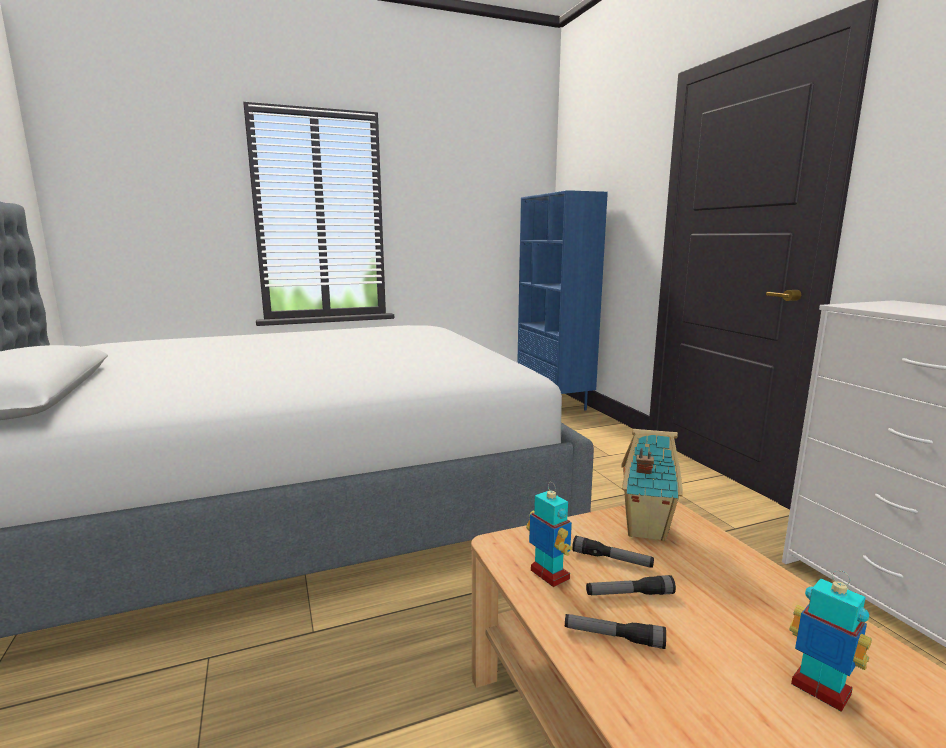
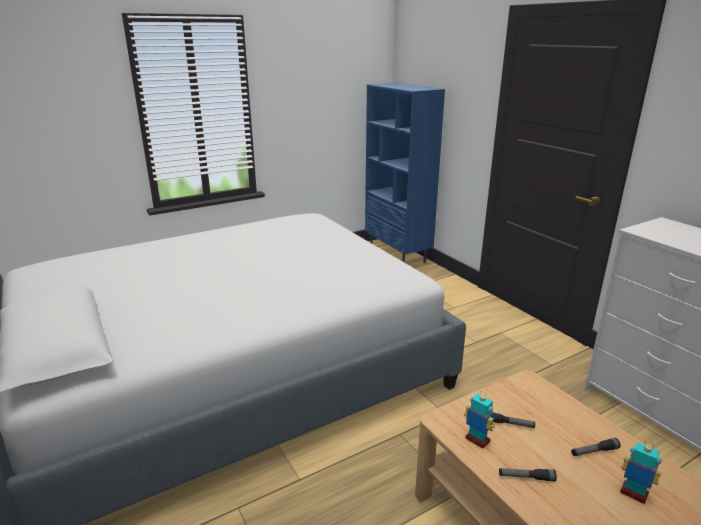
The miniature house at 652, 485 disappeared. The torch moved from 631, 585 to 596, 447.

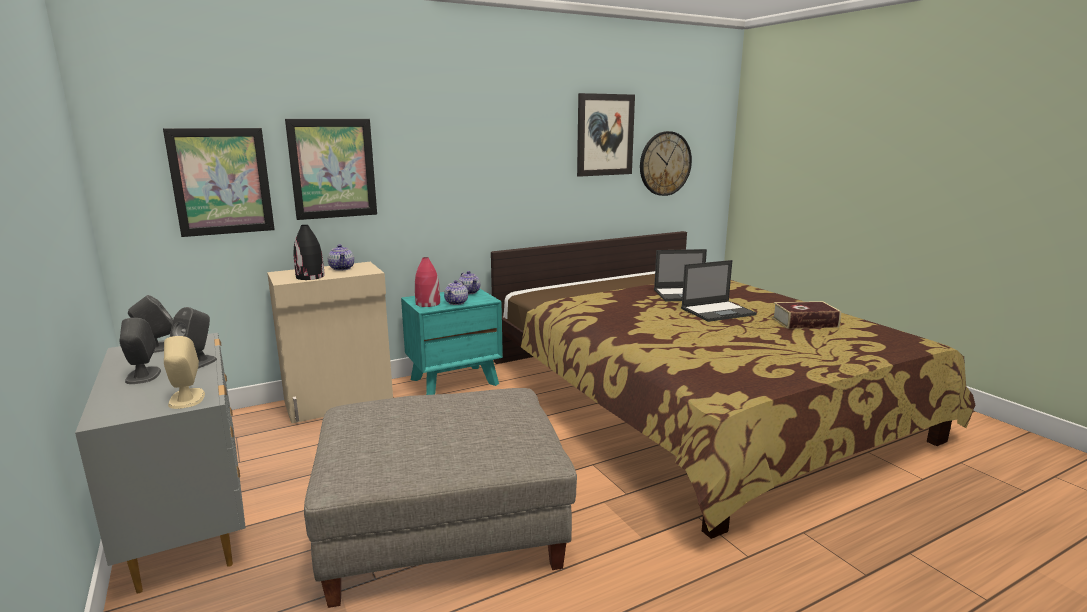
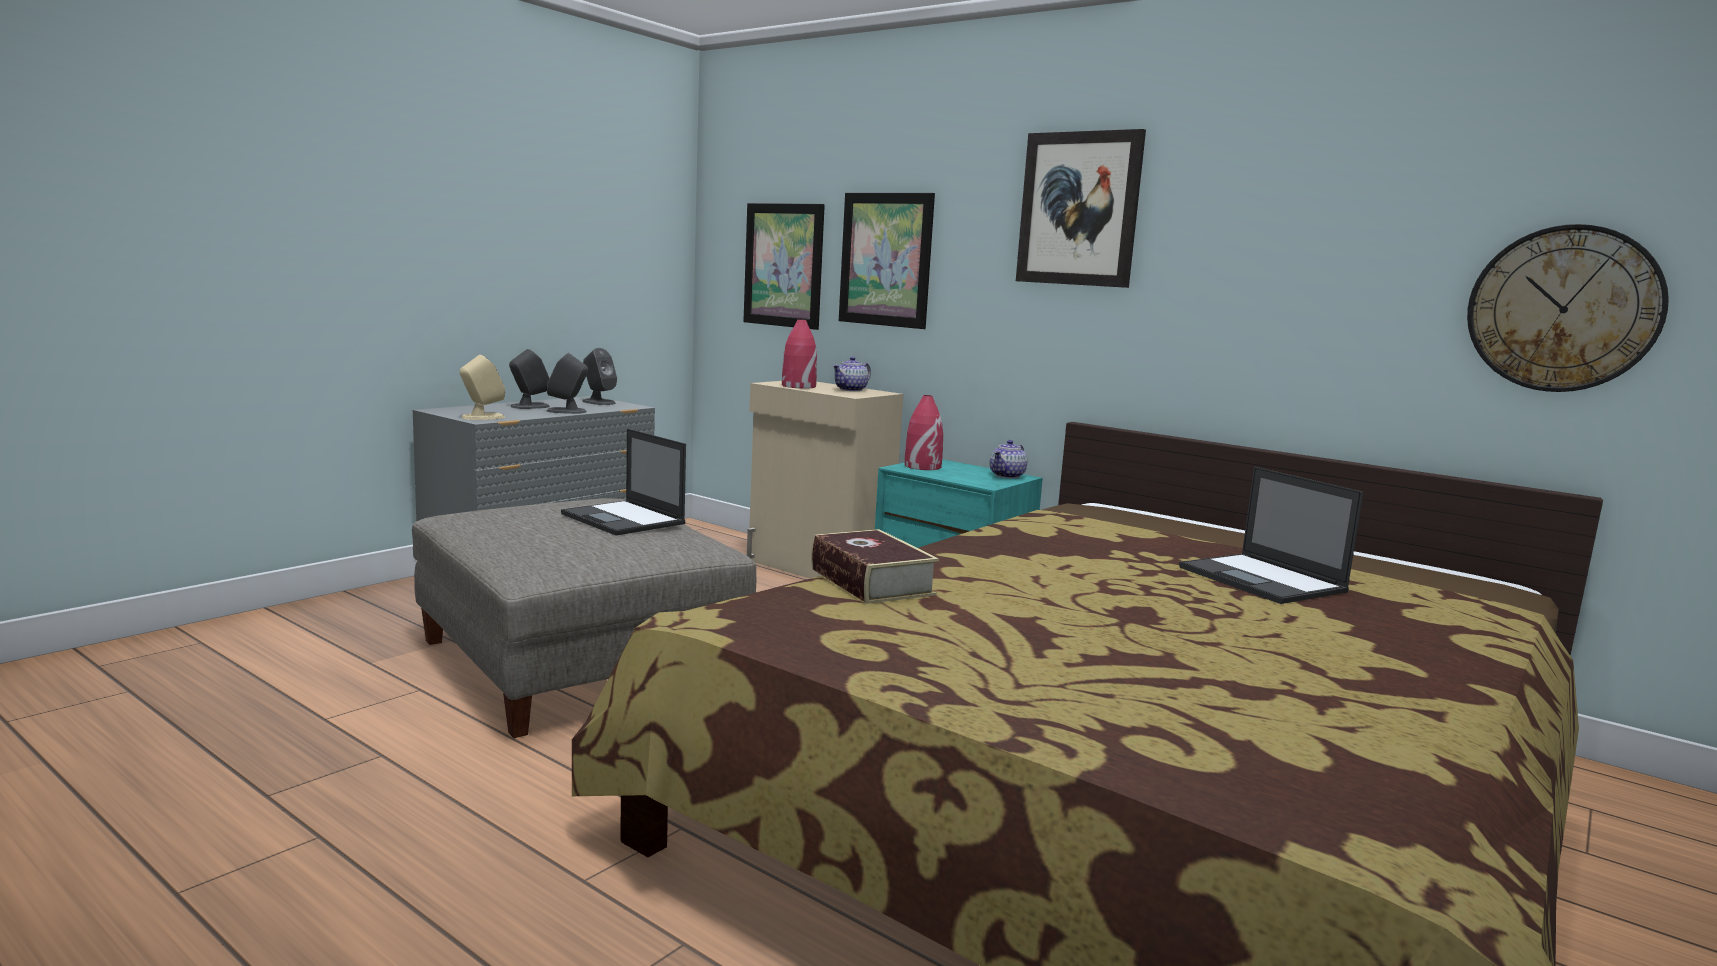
The teapot at 456, 292 disappeared. The wall picture moved from 606, 135 to 1081, 208. The notebook computer moved from 719, 291 to 623, 482. The volume moved from 806, 315 to 875, 566. The black flower vase at 309, 252 became the red-coloured flower vase at 799, 354.

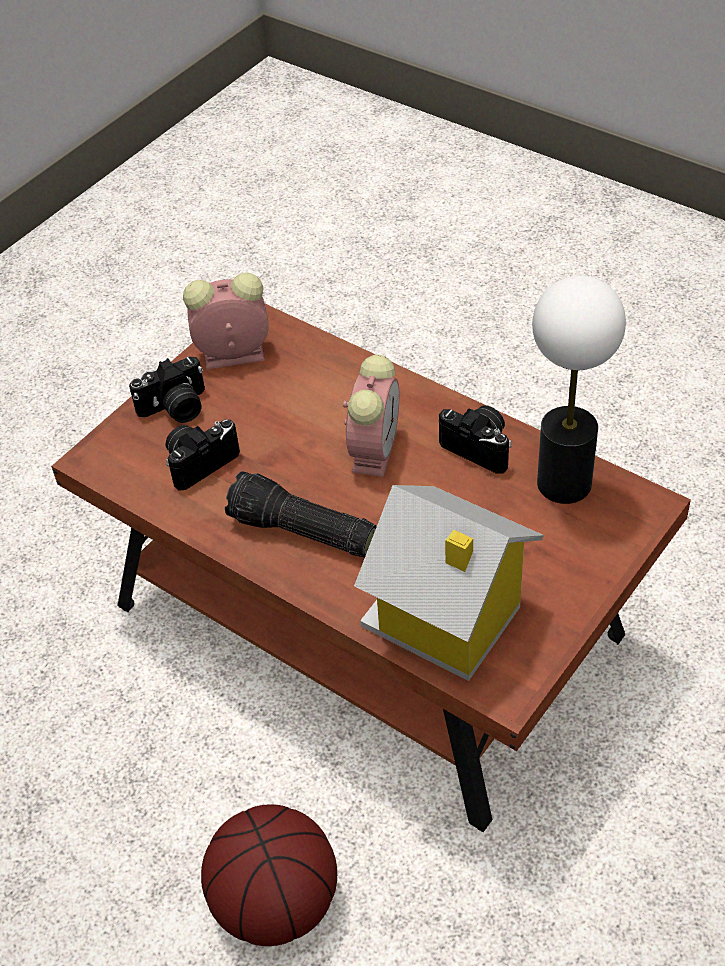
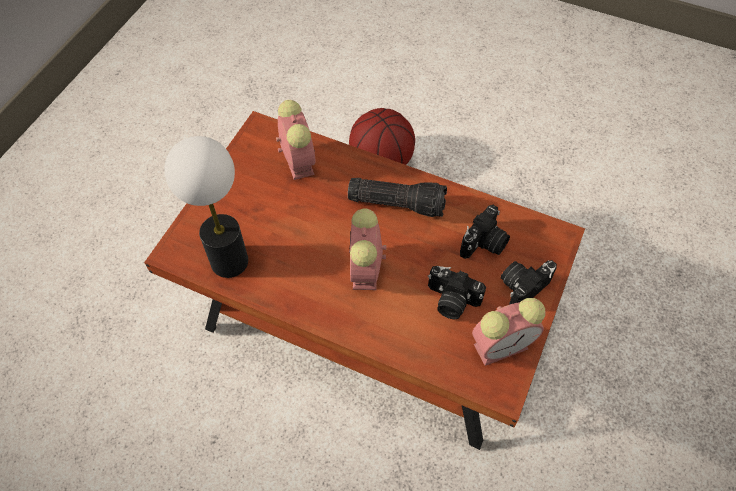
The still camera moved from 475, 439 to 457, 293. The miniature house at 449, 583 was replaced by the bedside clock at 296, 140.

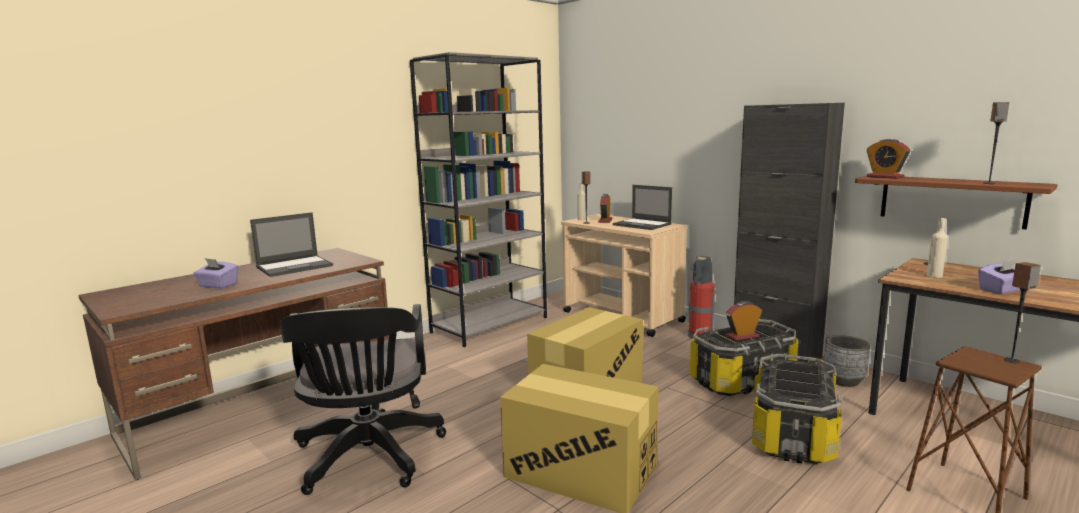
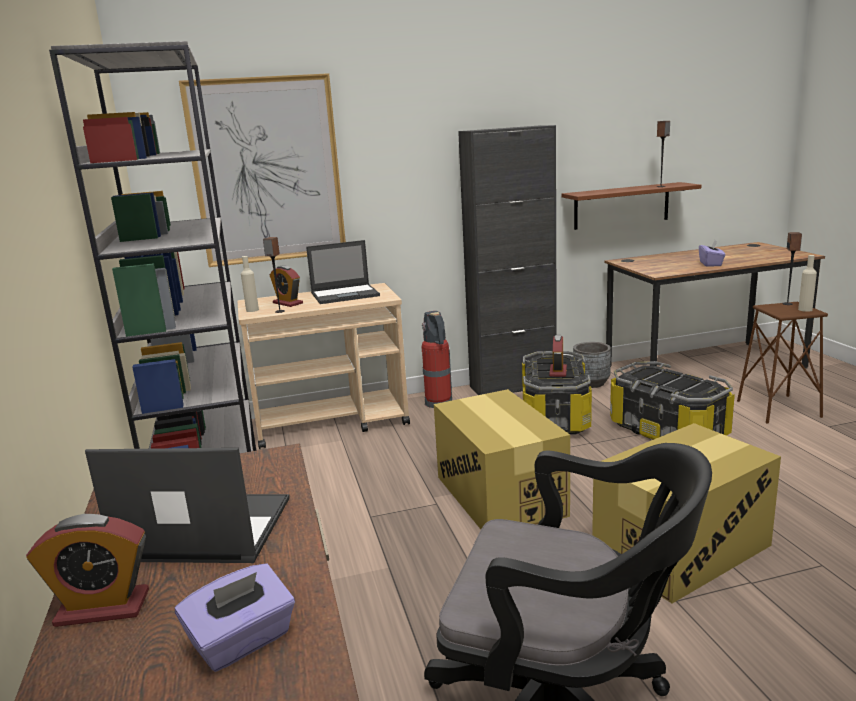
The wall picture at 262, 170 appeared. The bedside clock moved from 888, 159 to 87, 570. The beige-coloured beverage bottle moved from 937, 248 to 807, 283. The notebook computer at 291, 244 turned 75 degrees counterclockwise.

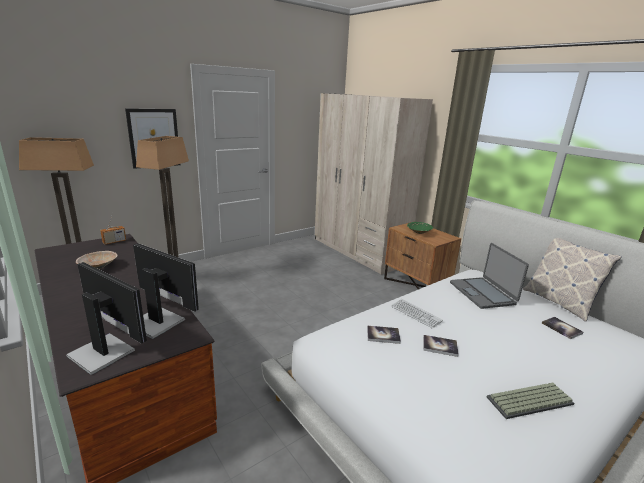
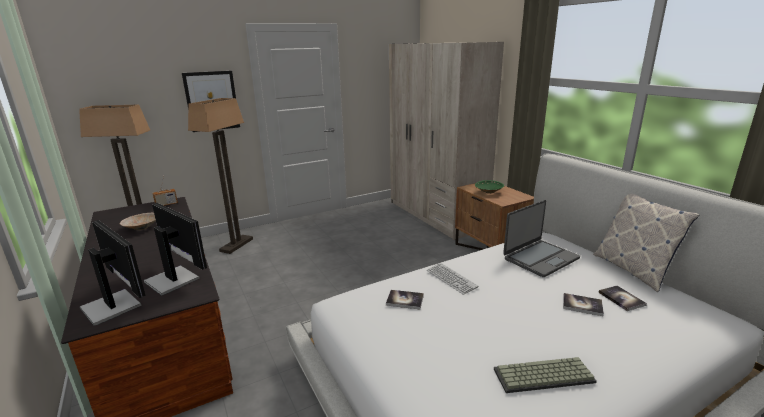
The volume moved from 441, 346 to 583, 304. The notebook computer at 489, 276 turned 120 degrees counterclockwise.

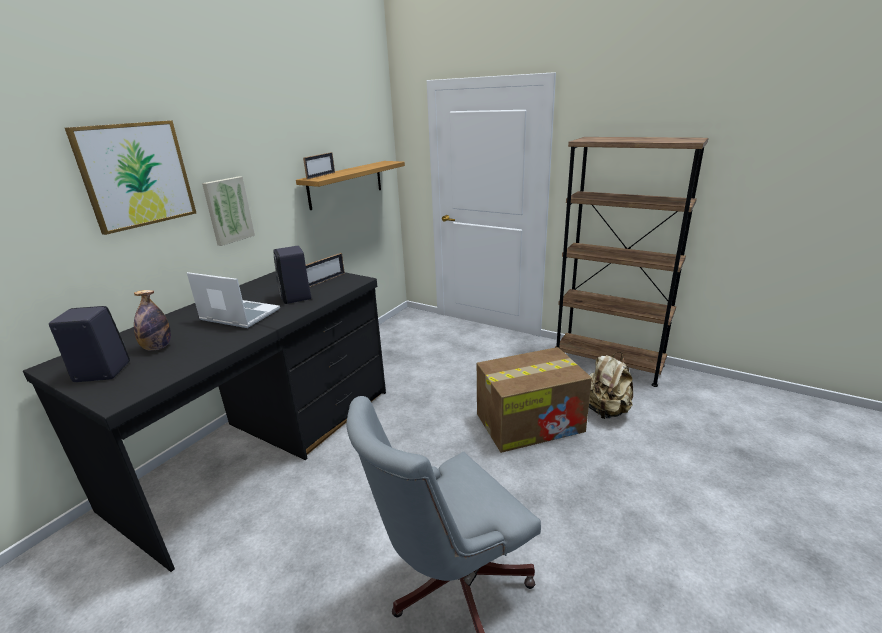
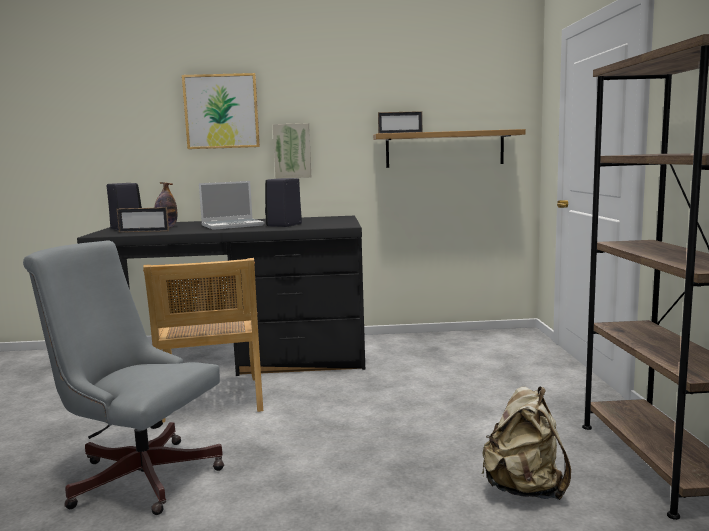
The cardboard box at 534, 400 disappeared. The beige-coloured chair at 203, 340 appeared. The picture frame moved from 325, 270 to 143, 219. The notebook computer at 233, 300 turned 75 degrees clockwise.

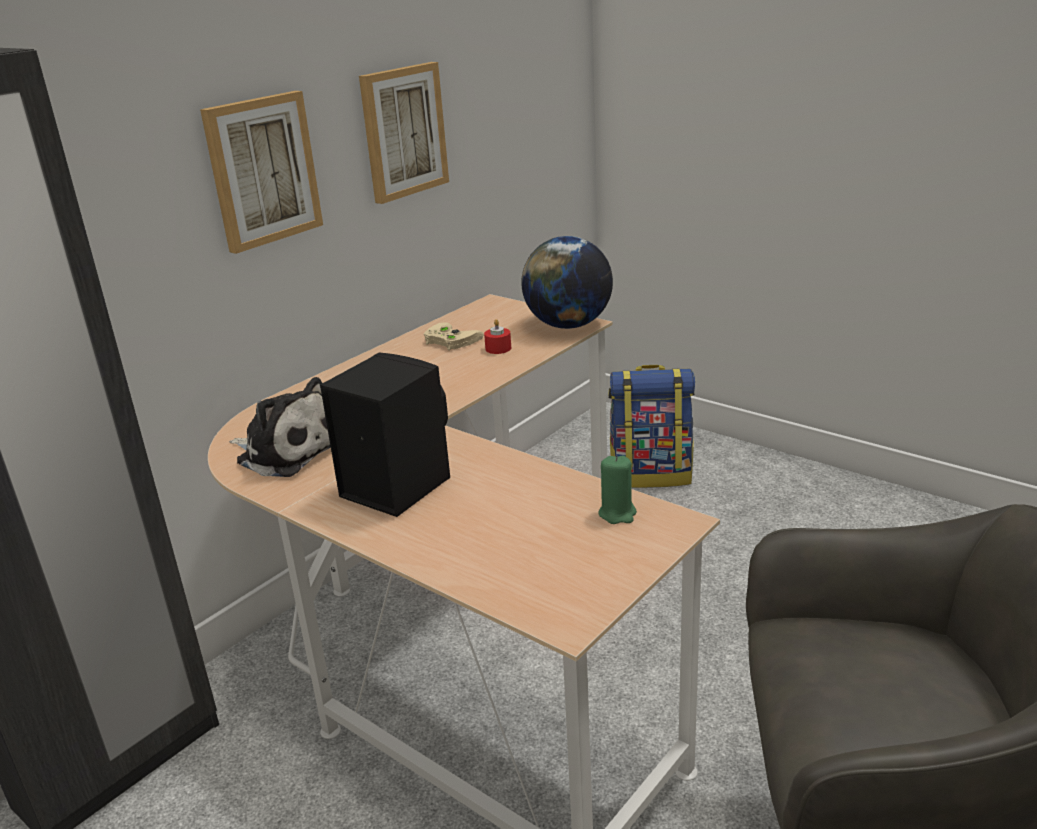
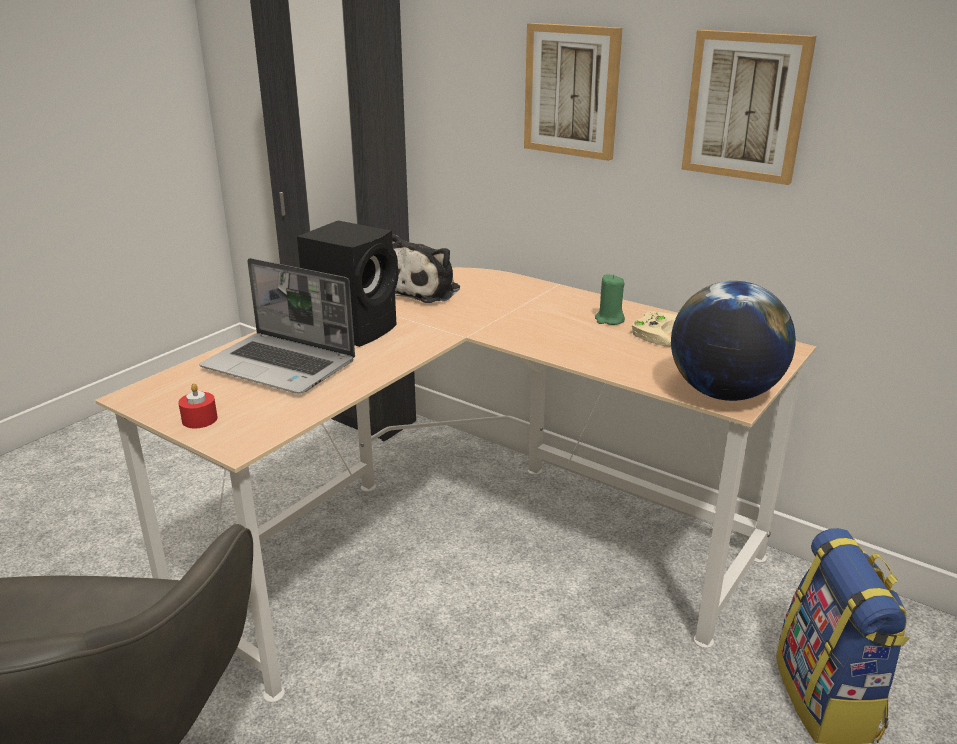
The notebook computer at 277, 326 appeared. The red-coloured wax light moved from 497, 336 to 198, 405. The green wax light moved from 617, 489 to 610, 299.

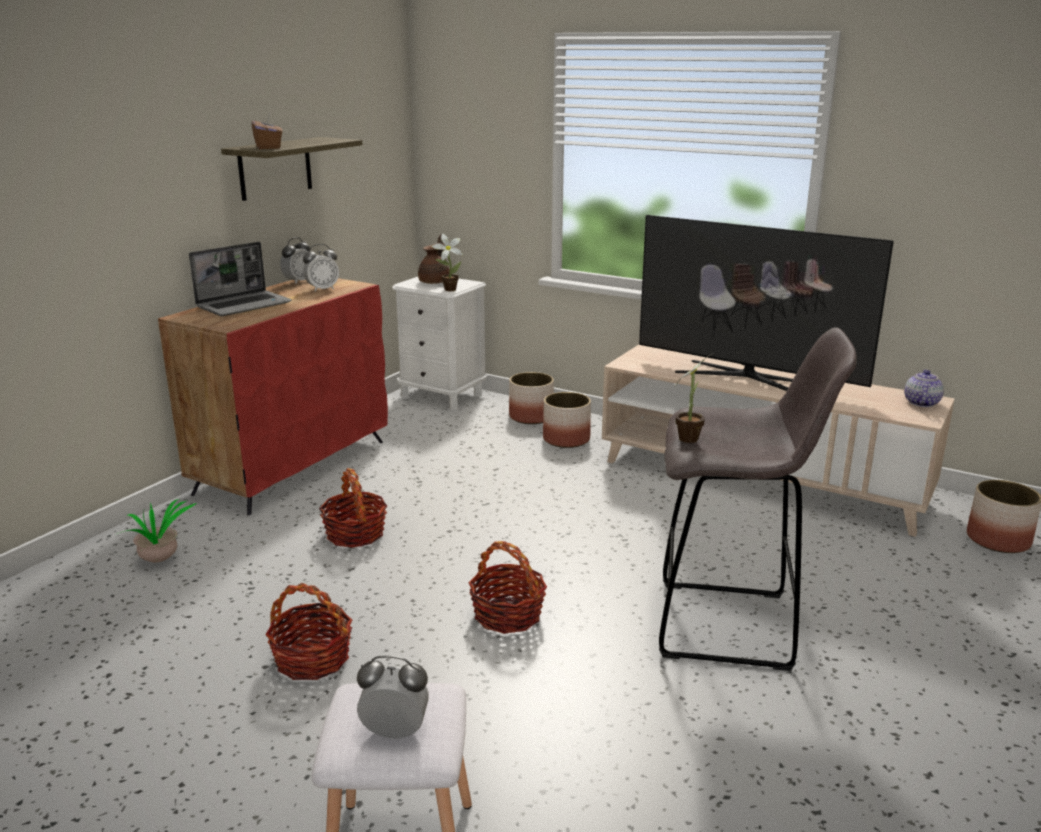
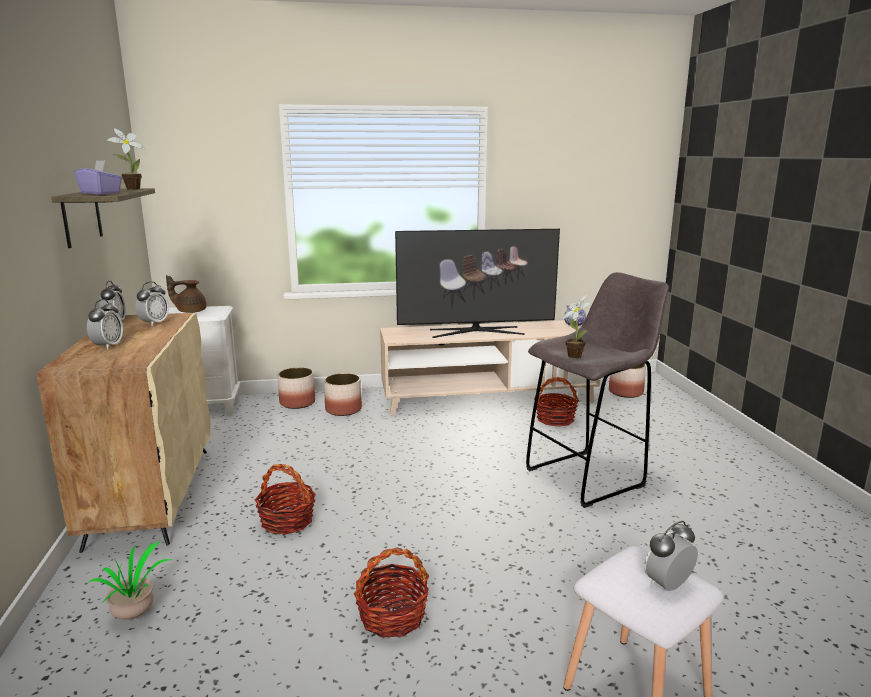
The potted plant moved from 447, 262 to 126, 159. The storage basket moved from 507, 587 to 556, 401. The notebook computer at 240, 279 was replaced by the bedside clock at 105, 324. The red-coloured storage cabinet at 273, 396 became the beige-coloured storage cabinet at 123, 433. The brown-coloured box of tissues at 267, 131 became the purplish box of tissues at 98, 177. The brown-coloured teapot at 434, 259 turned 75 degrees counterclockwise.

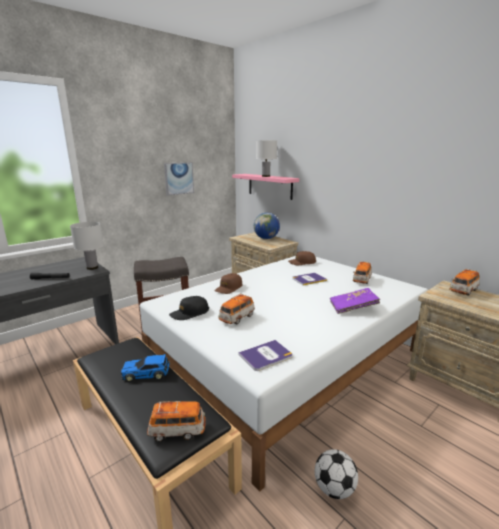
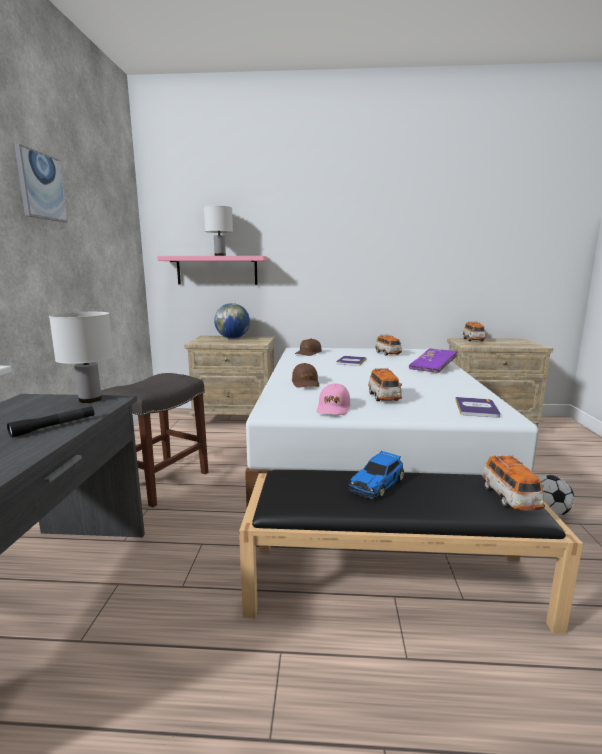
The wall picture moved from 179, 179 to 41, 183. The black peaked cap at 189, 308 became the pink peaked cap at 333, 399. The model car at 176, 421 turned 135 degrees clockwise.

